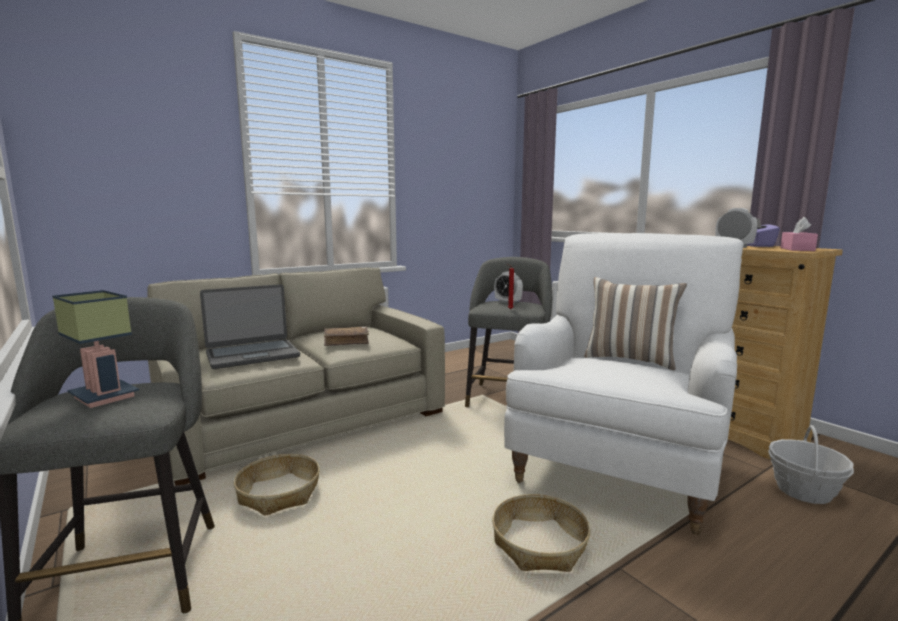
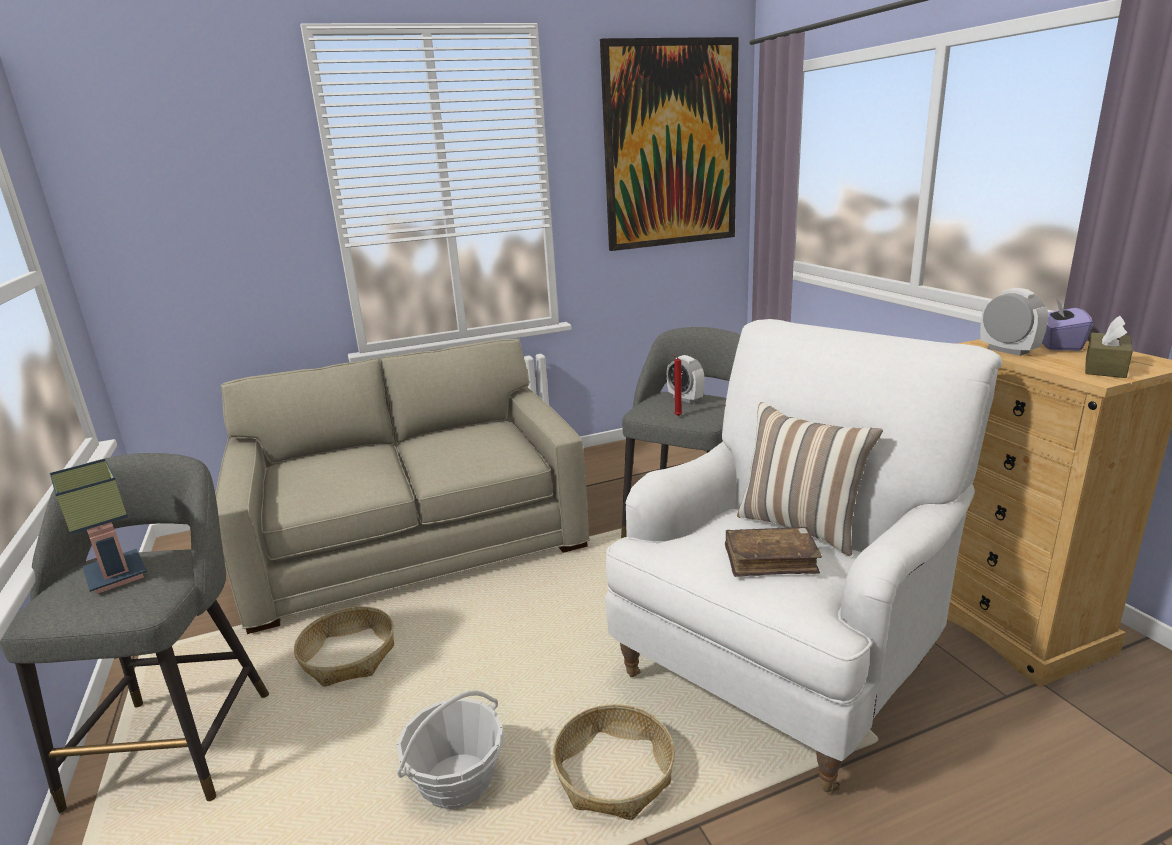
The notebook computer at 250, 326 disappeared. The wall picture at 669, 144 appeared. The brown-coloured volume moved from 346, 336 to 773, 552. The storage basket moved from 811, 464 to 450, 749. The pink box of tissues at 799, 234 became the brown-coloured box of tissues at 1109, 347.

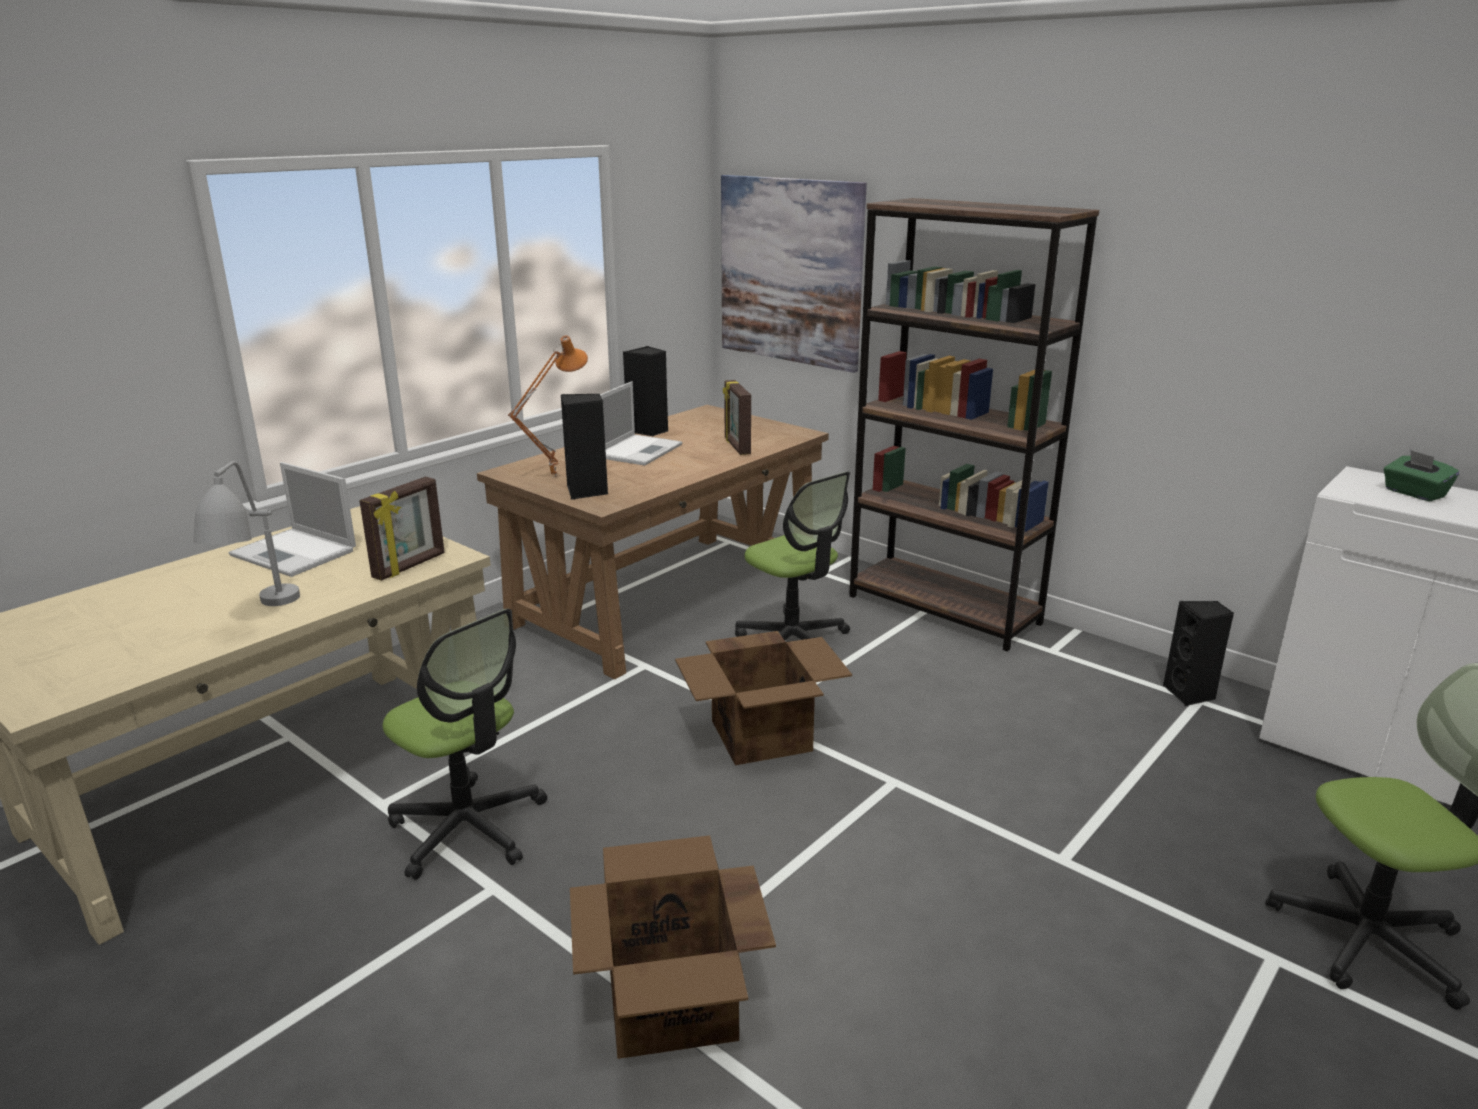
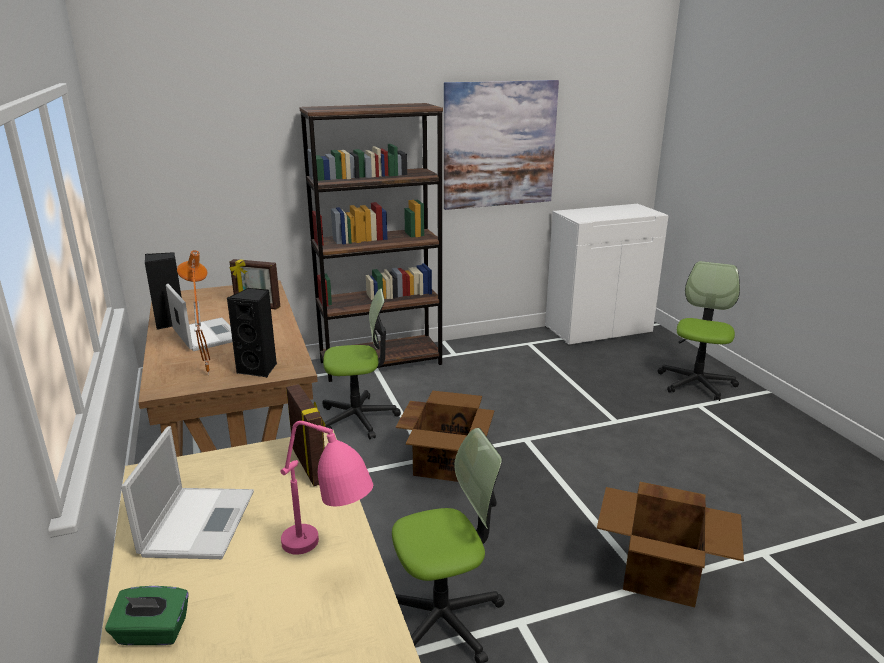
The black audio speaker at 1198, 653 disappeared. The wall picture moved from 794, 274 to 501, 145. The green box of tissues moved from 1422, 475 to 147, 615. The greyish lamp for a table at 247, 533 became the pink lamp for a table at 327, 488. The notebook computer at 292, 519 turned 60 degrees counterclockwise.

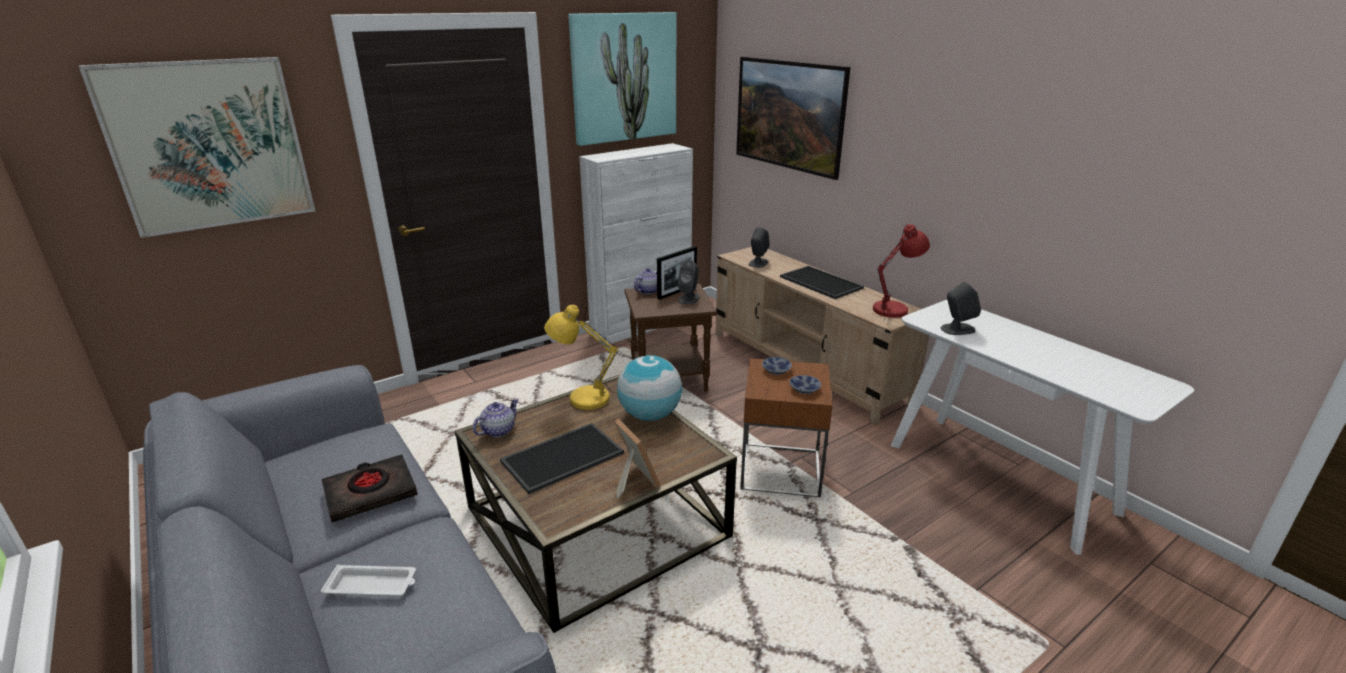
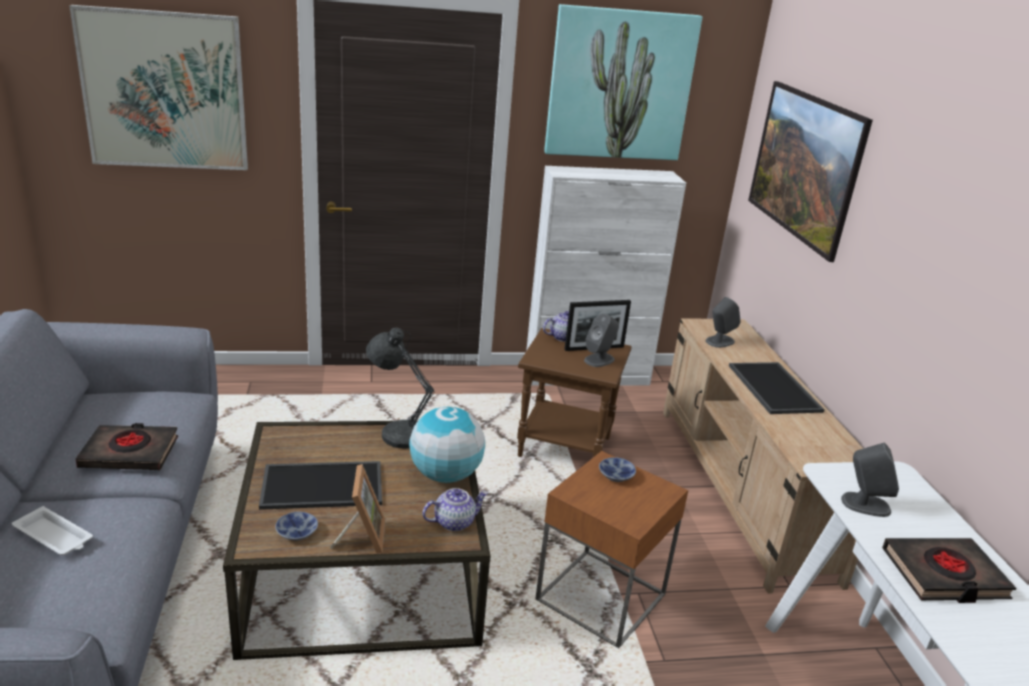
The red-coloured lamp for a table at 901, 272 disappeared. The black volume at 949, 570 appeared. The teapot moved from 496, 417 to 455, 509. The serving bowl moved from 805, 384 to 296, 526. The yellow-coloured lamp for a table at 581, 357 became the greyish lamp for a table at 400, 388.

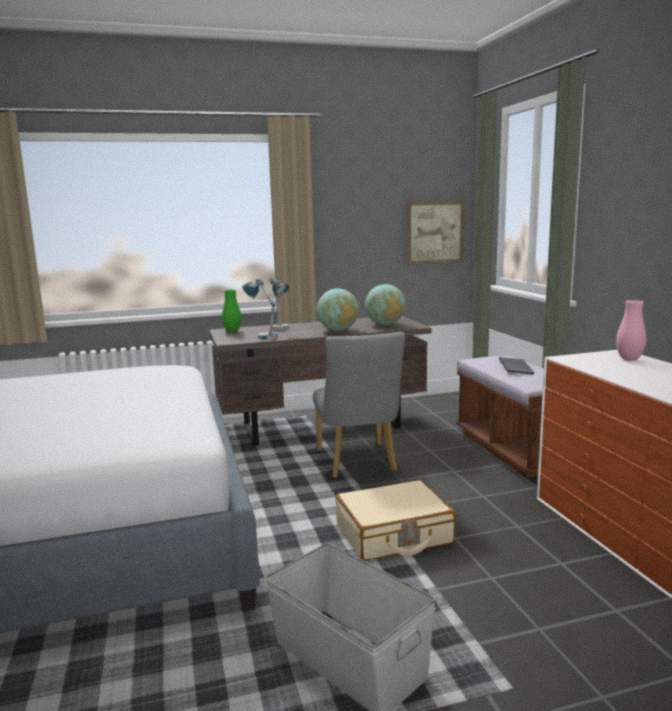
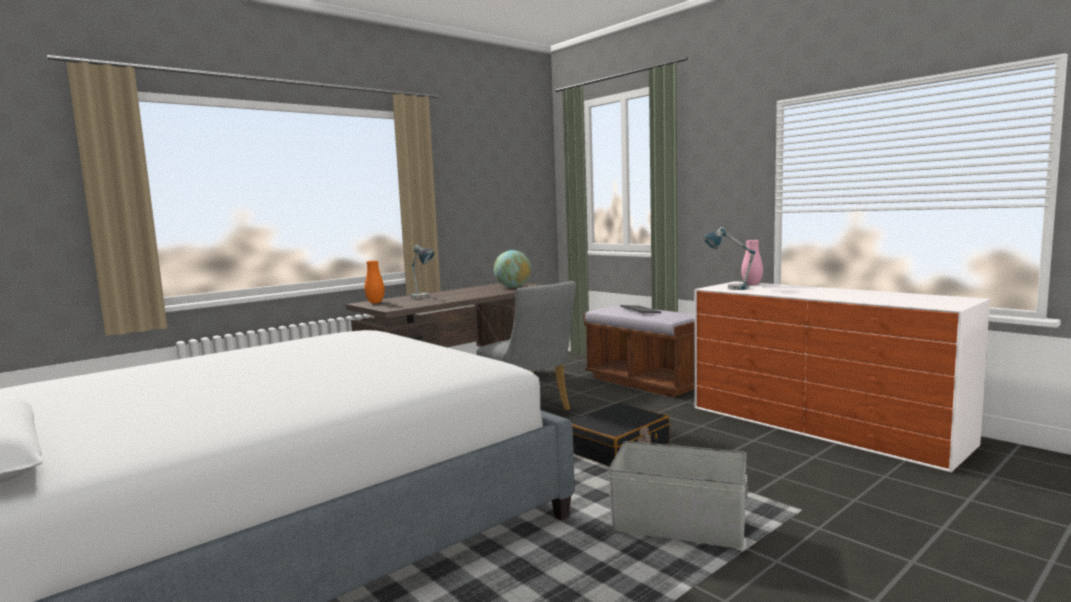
The desk globe at 338, 310 disappeared. The wall picture at 436, 232 disappeared. The lamp for a table moved from 259, 309 to 729, 258. The green flower vase at 231, 311 became the orangey flower vase at 375, 282. The beige-coloured suitcase at 395, 520 became the black suitcase at 620, 435.

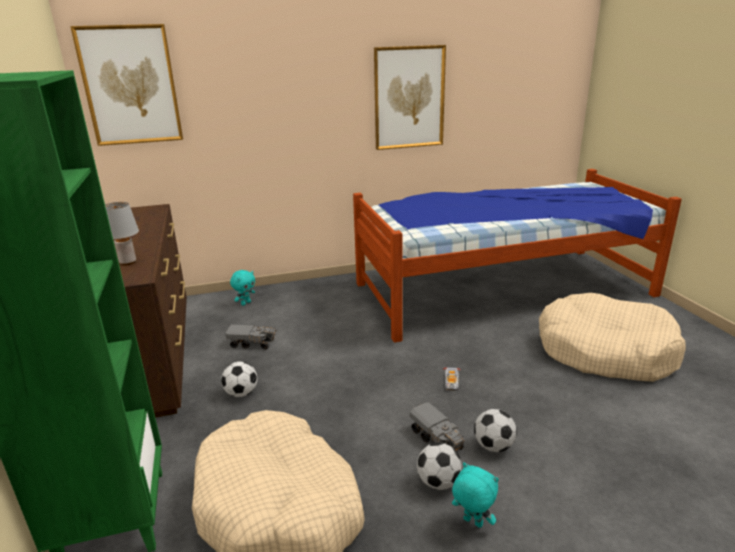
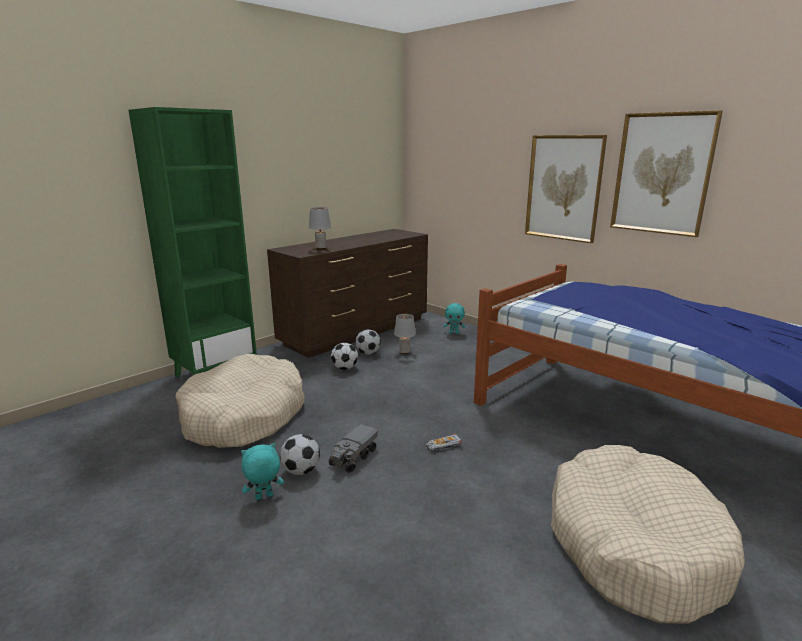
The wall picture moved from 126, 85 to 566, 189. The ball for football moved from 495, 430 to 368, 342. The model truck at 250, 337 was replaced by the greyish lamp for a table at 405, 334. The blue-green cuddly toy at 475, 495 turned 120 degrees counterclockwise.

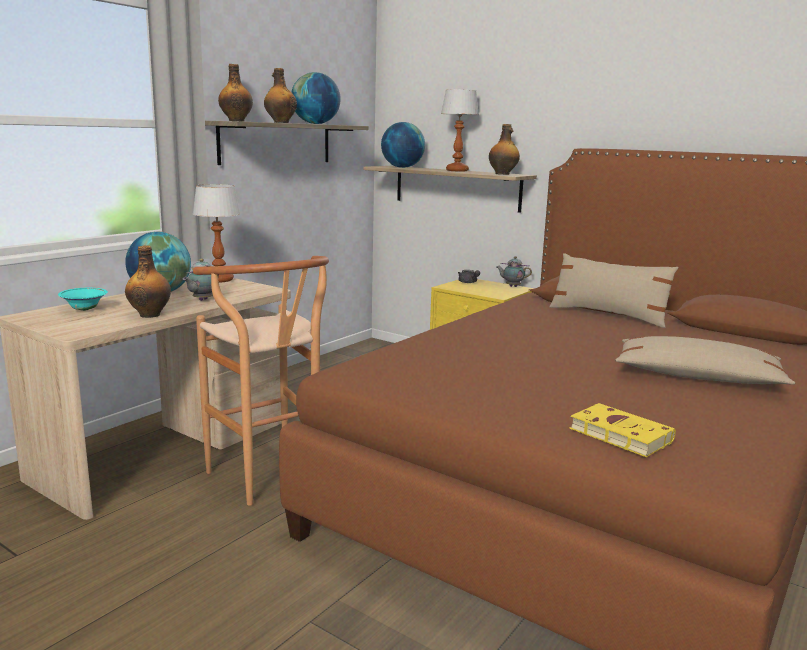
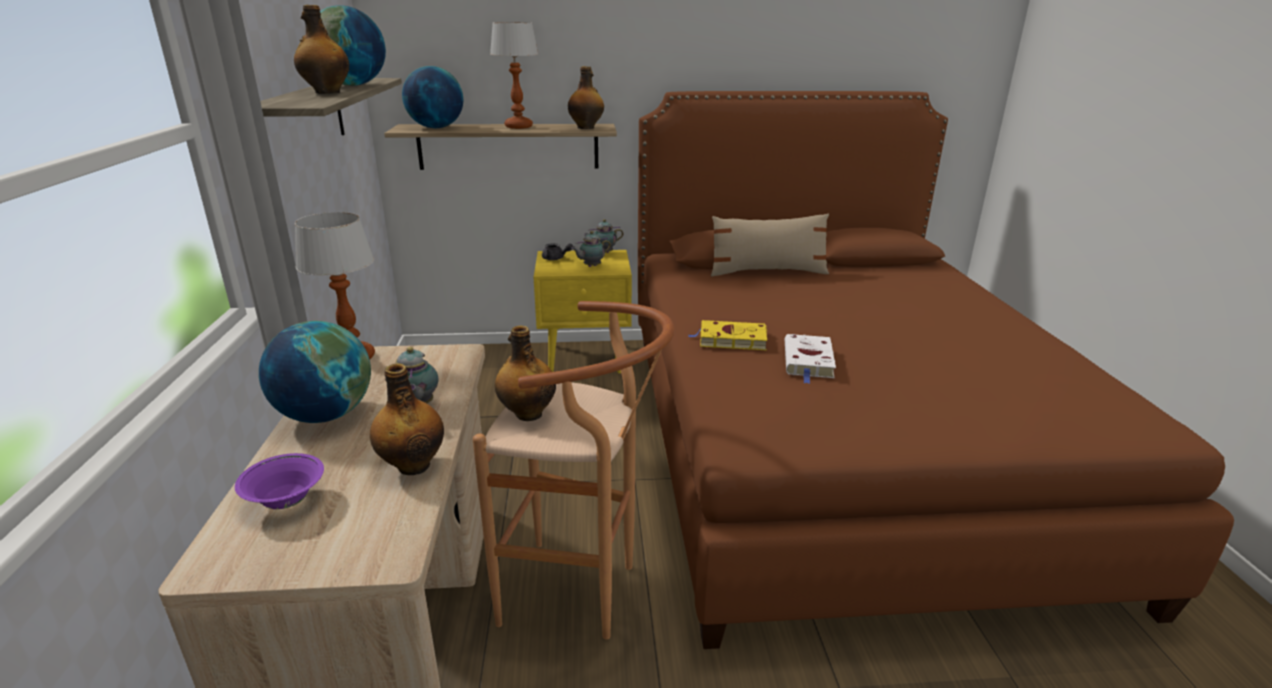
The beige-coloured throw pillow at 705, 360 disappeared. The teapot at 591, 249 appeared. The white-coloured volume at 810, 359 appeared. The beverage bottle moved from 235, 92 to 525, 373. The yellow-coloured volume moved from 622, 430 to 728, 335. The blue-green serving bowl at 83, 299 became the purplish serving bowl at 279, 481.

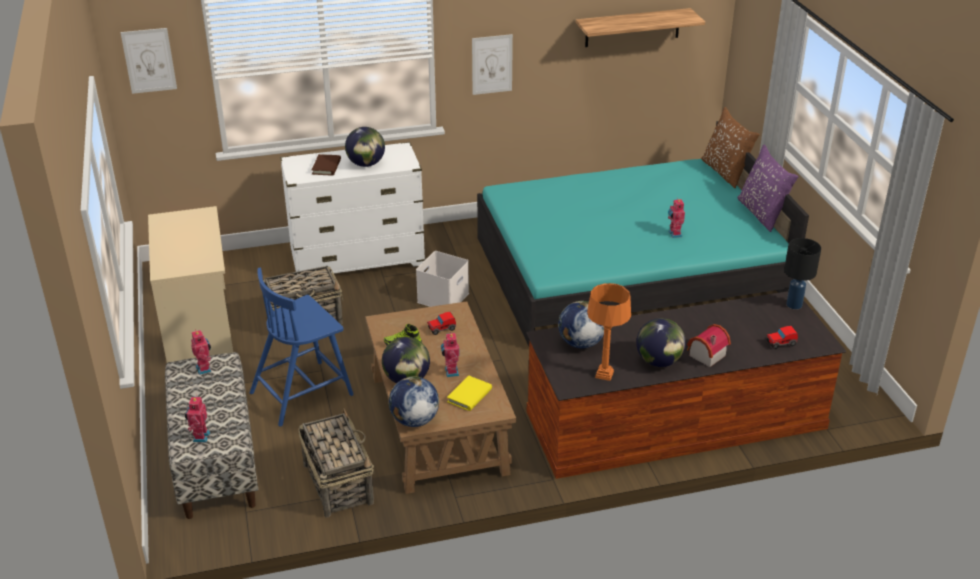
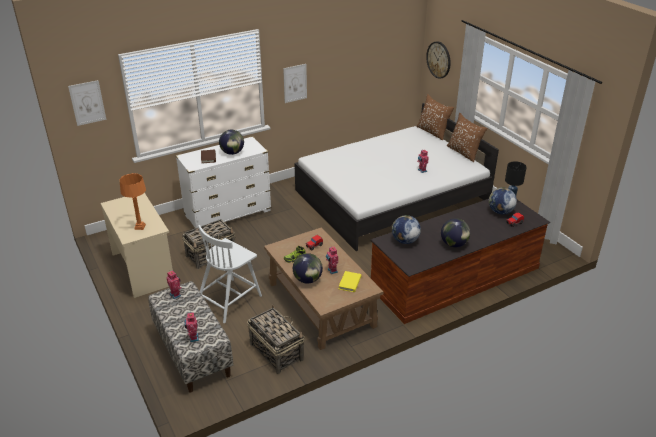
The white-coloured storage container at 442, 279 disappeared. The wall shelf at 640, 27 disappeared. The miniature house at 709, 345 disappeared. The wall clock at 438, 60 appeared. The desk globe moved from 414, 401 to 503, 200. The orangey lamp for a table moved from 609, 332 to 133, 201. The blue-coloured chair at 302, 347 became the white-coloured chair at 230, 274. The blue-green bed at 643, 233 became the white-coloured bed at 396, 177. The purplish throw pillow at 767, 188 became the brown-coloured throw pillow at 467, 137.

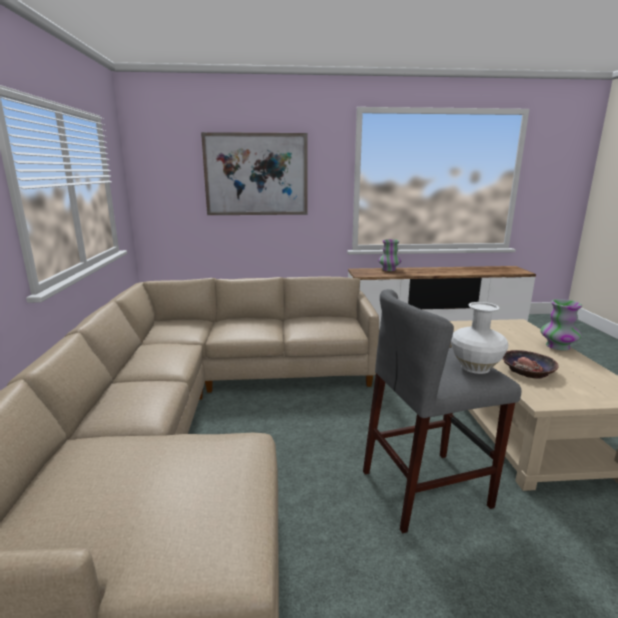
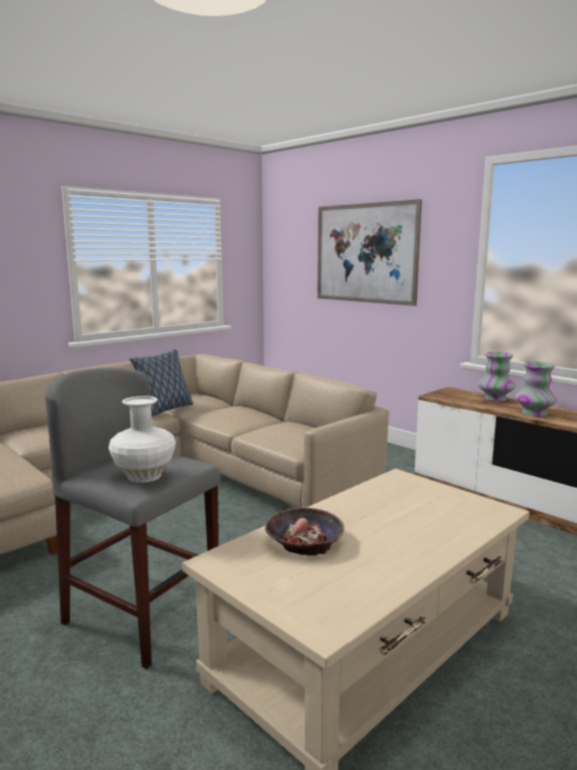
The throw pillow at 161, 383 appeared. The flower vase moved from 561, 325 to 536, 388.

